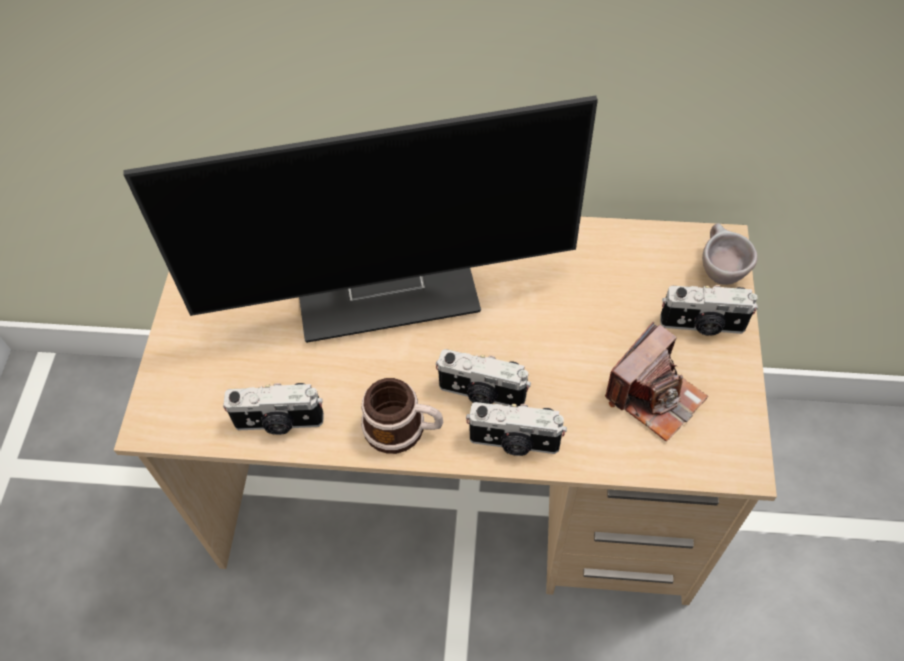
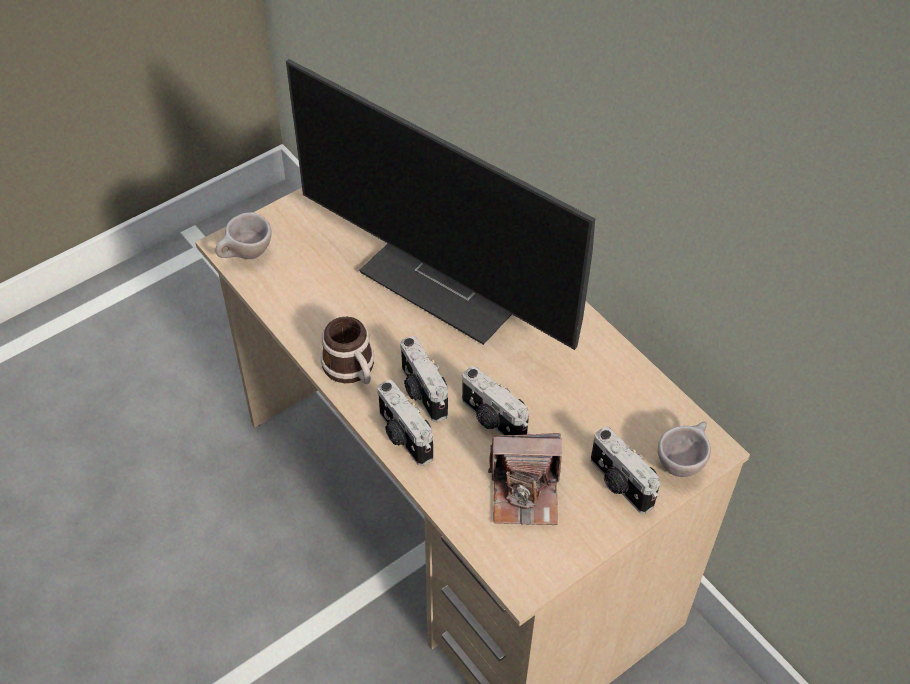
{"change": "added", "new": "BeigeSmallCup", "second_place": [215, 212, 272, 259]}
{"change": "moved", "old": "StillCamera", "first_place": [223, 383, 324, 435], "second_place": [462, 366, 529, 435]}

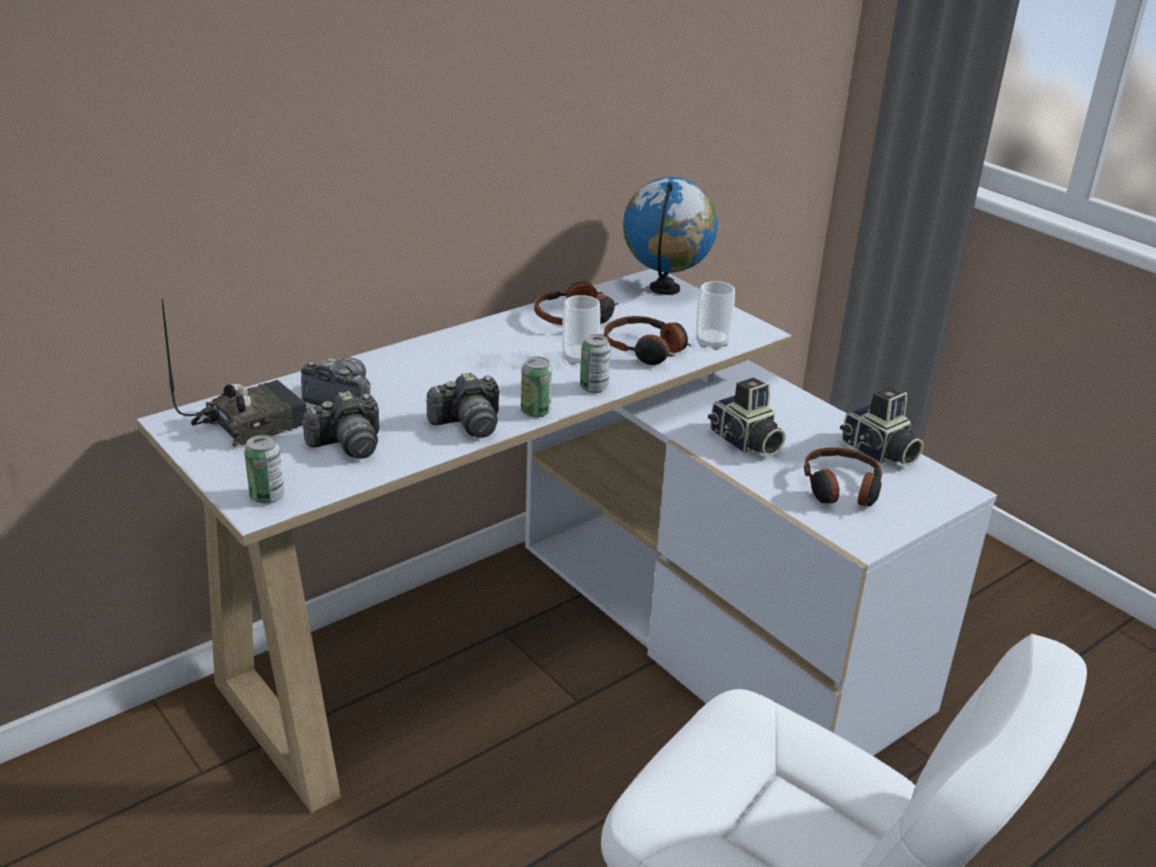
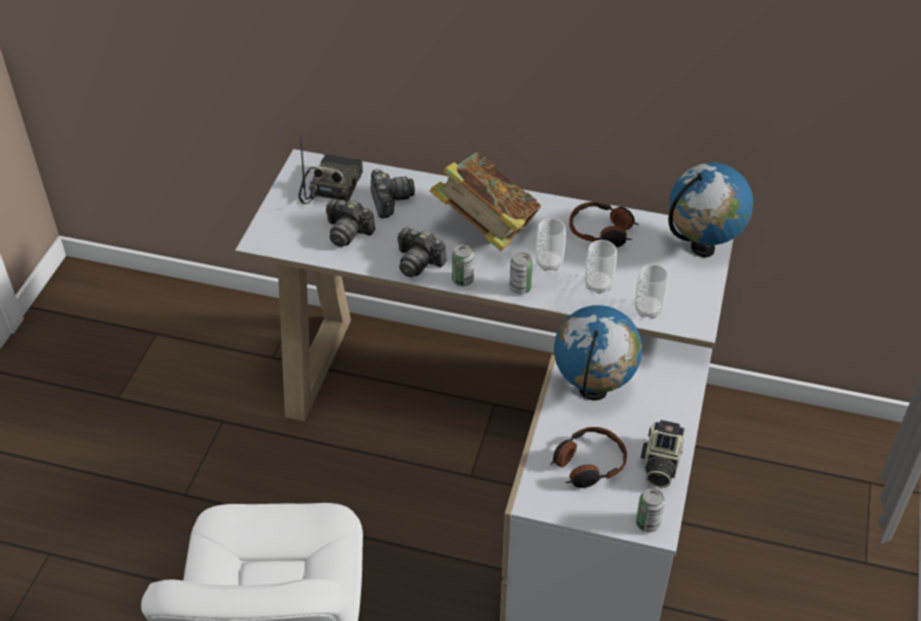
{"change": "turned", "old": "RadioReceiver", "first_place": [162, 299, 307, 447], "second_place": [298, 134, 363, 204], "degrees": -90}
{"change": "added", "new": "Book", "second_place": [430, 152, 541, 251]}
{"change": "replaced", "old": "StillCamera", "new": "Globe", "first_place": [708, 378, 786, 456], "second_place": [554, 305, 642, 401]}
{"change": "replaced", "old": "PairOfHeadphones", "new": "SmallCup", "first_place": [604, 316, 691, 365], "second_place": [585, 240, 617, 294]}
{"change": "moved", "old": "MetalCan", "first_place": [244, 435, 284, 504], "second_place": [636, 488, 665, 533]}

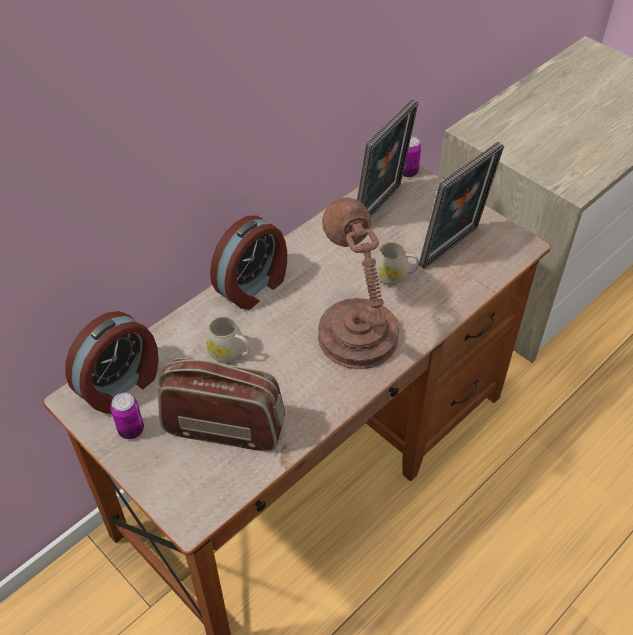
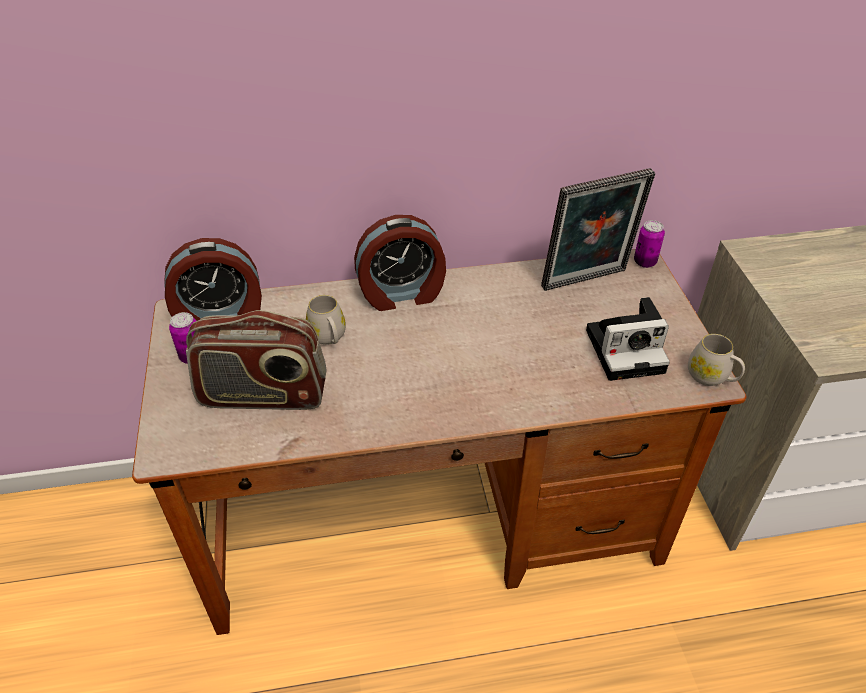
{"change": "turned", "old": "RadioReceiver", "first_place": [158, 358, 285, 451], "second_place": [186, 310, 327, 410], "degrees": 135}
{"change": "replaced", "old": "PhotoFrame", "new": "StillCamera", "first_place": [419, 142, 504, 269], "second_place": [586, 297, 670, 381]}
{"change": "moved", "old": "WhiteMug", "first_place": [374, 242, 419, 285], "second_place": [688, 334, 745, 386]}
{"change": "removed", "old": "BrownishLampForATable", "first_place": [318, 198, 399, 369]}

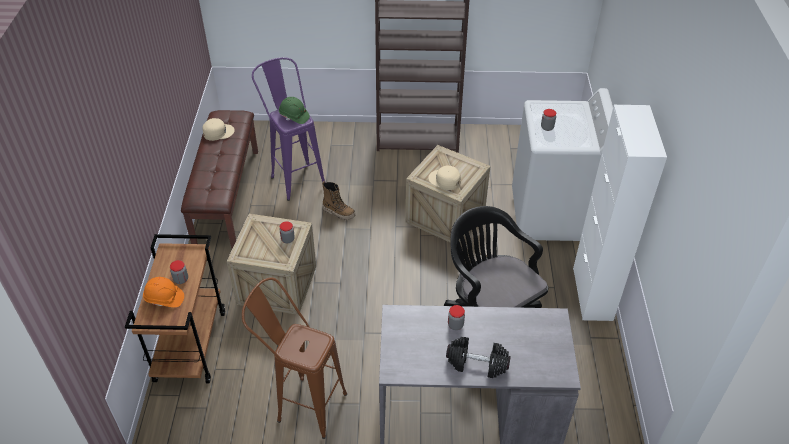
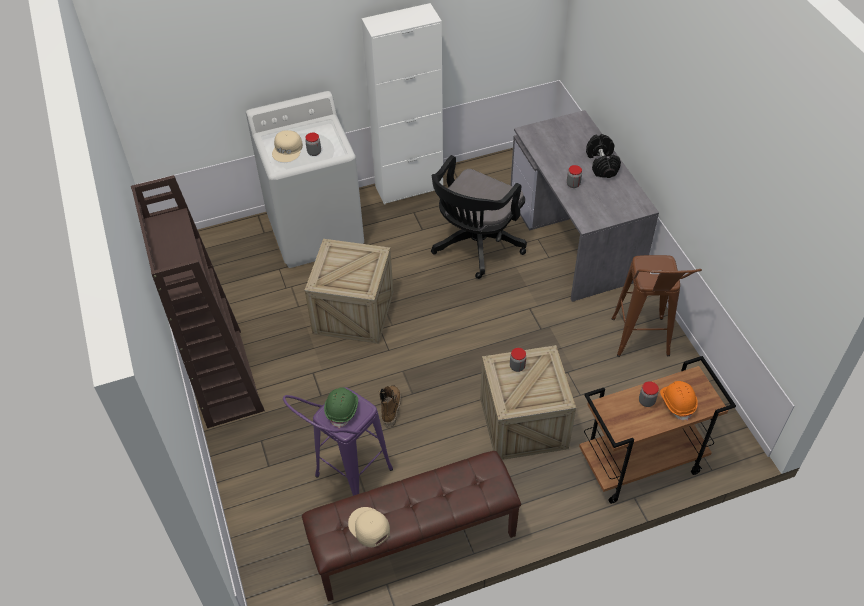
{"change": "moved", "old": "BeigePeakedCap", "first_place": [428, 166, 461, 190], "second_place": [272, 130, 303, 162]}

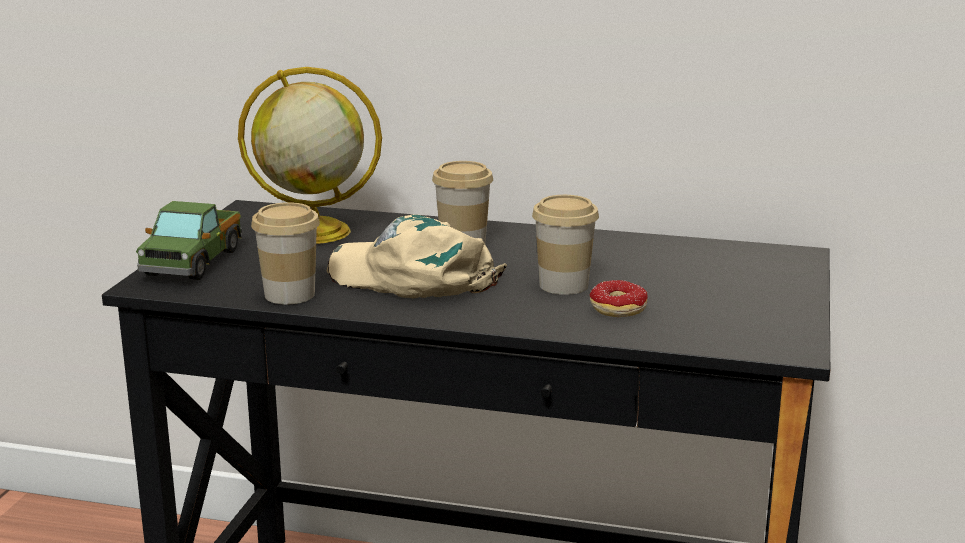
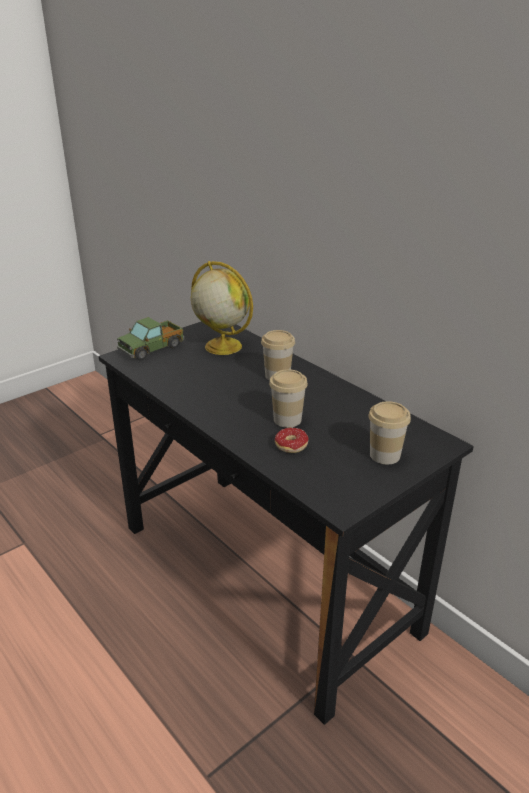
{"change": "moved", "old": "SmallCup", "first_place": [251, 202, 320, 304], "second_place": [368, 401, 411, 464]}
{"change": "removed", "old": "BeigePeakedCap", "first_place": [327, 214, 507, 298]}

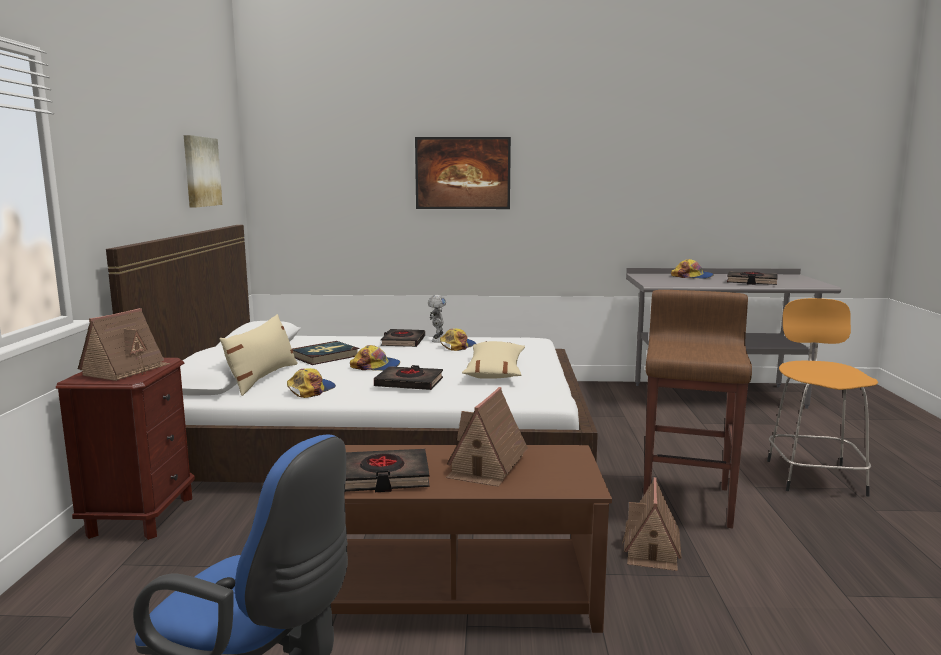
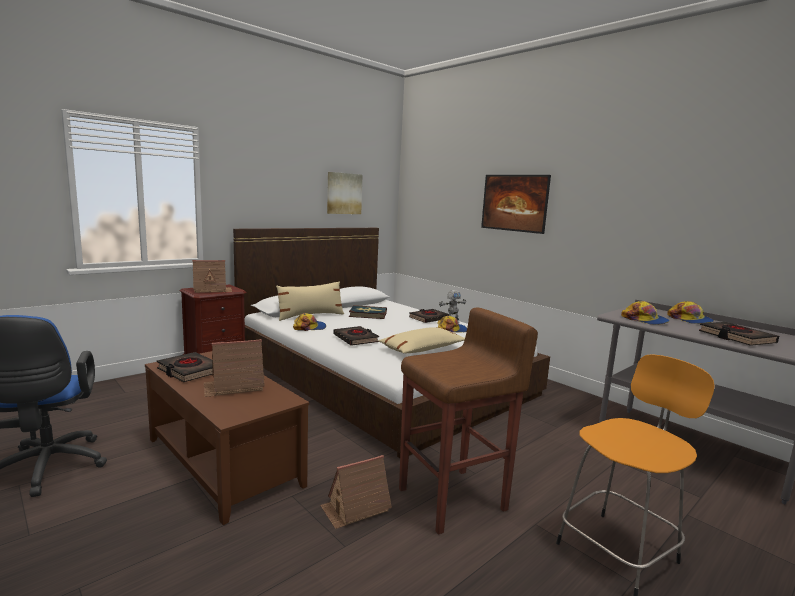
{"change": "moved", "old": "PeakedCap", "first_place": [350, 345, 400, 371], "second_place": [621, 301, 670, 325]}

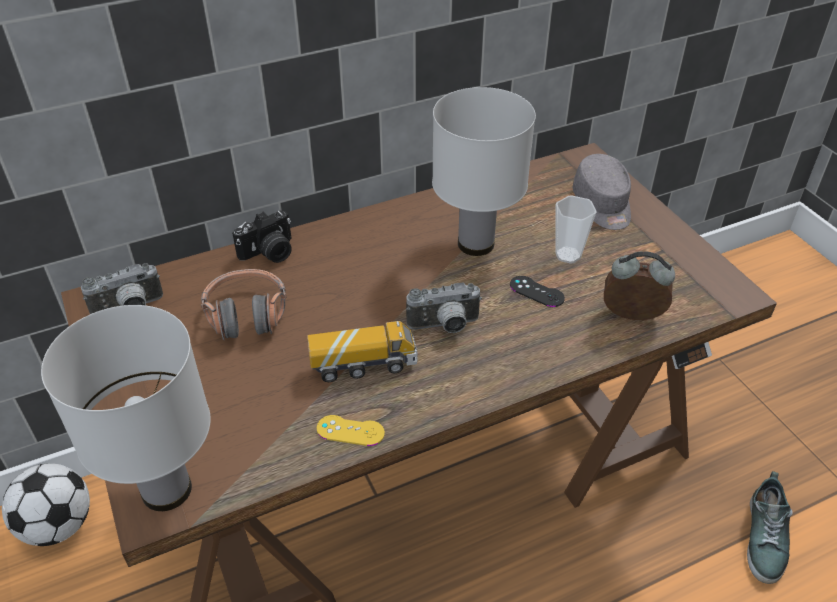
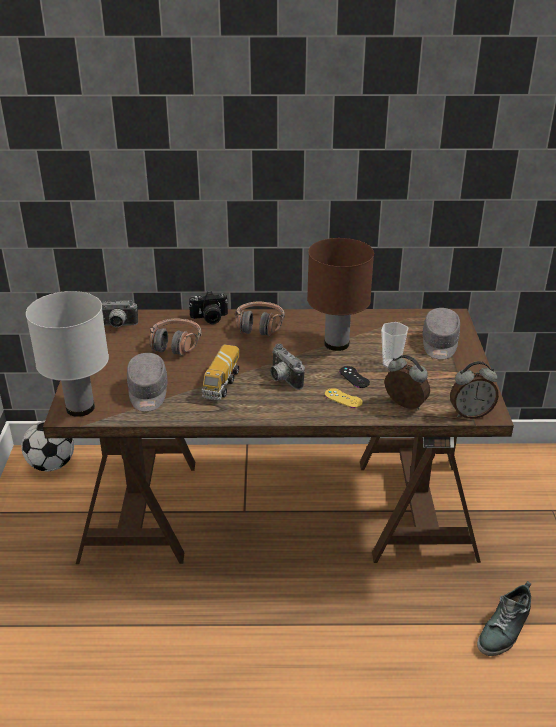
{"change": "added", "new": "GreyPeakedCap", "second_place": [127, 353, 168, 412]}
{"change": "turned", "old": "ToyLorry", "first_place": [307, 321, 417, 382], "second_place": [201, 344, 239, 401], "degrees": 90}
{"change": "added", "new": "PairOfHeadphones", "second_place": [235, 302, 285, 337]}
{"change": "turned", "old": "StillCamera", "first_place": [406, 283, 482, 333], "second_place": [270, 344, 305, 390], "degrees": 45}
{"change": "recoloured", "old": "WhiteLampForATable", "new": "BrownishLampForATable", "first_place": [432, 87, 536, 256], "second_place": [307, 238, 374, 351]}
{"change": "moved", "old": "YellowishGameController", "first_place": [317, 415, 385, 446], "second_place": [325, 388, 363, 408]}
{"change": "added", "new": "BedsideClock", "second_place": [450, 361, 499, 419]}

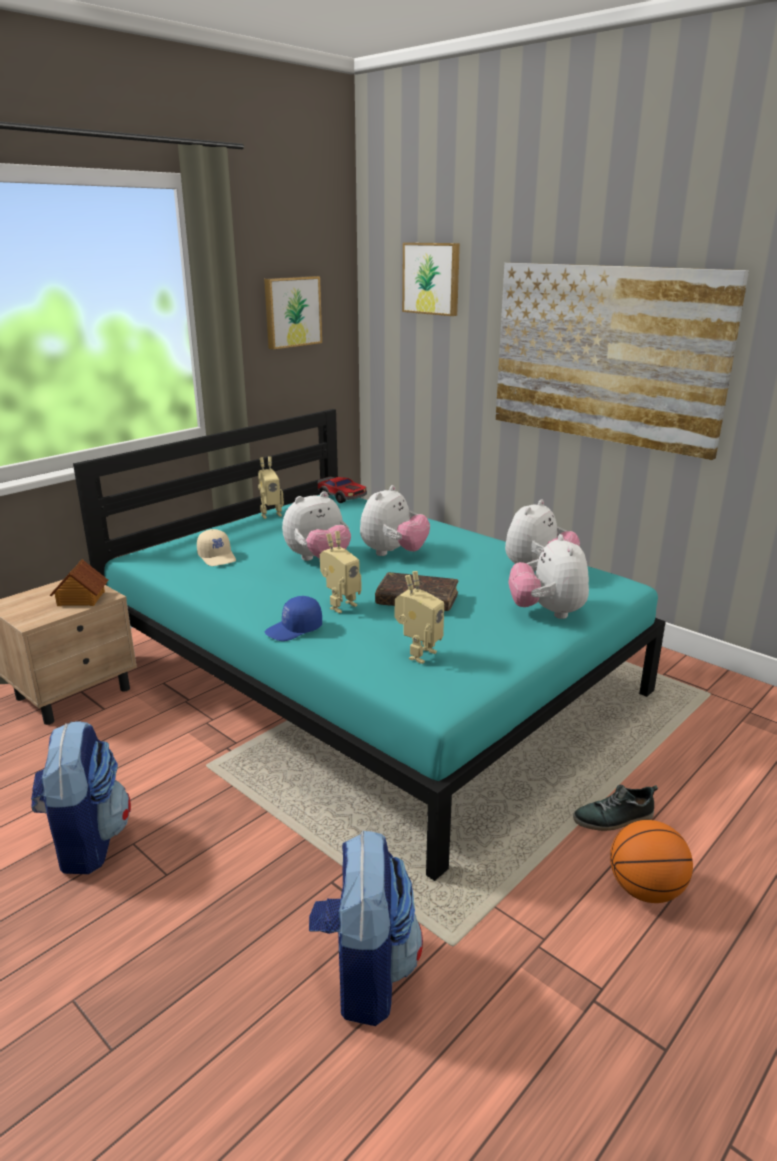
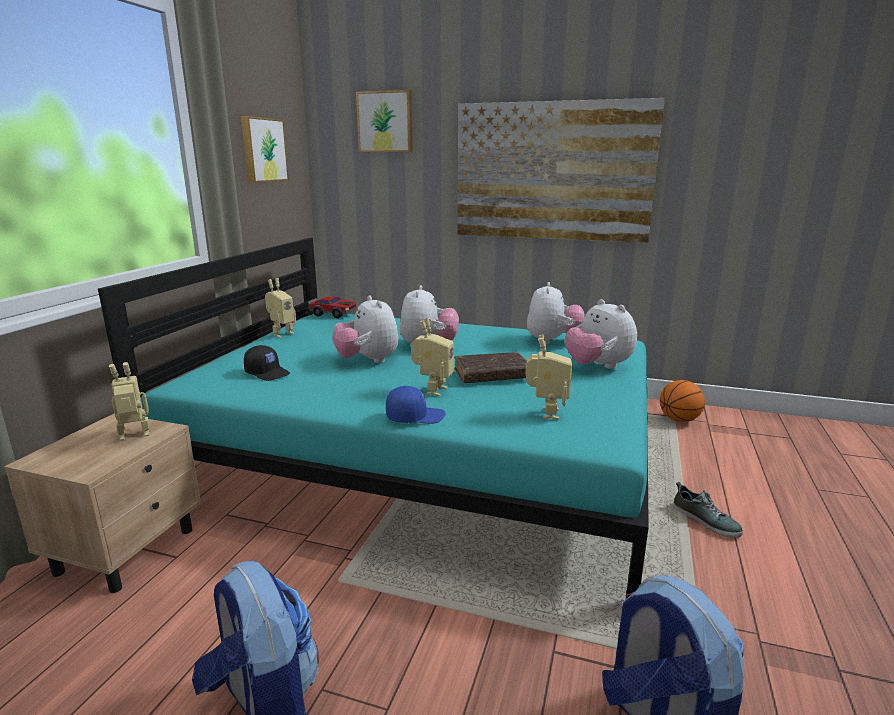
{"change": "replaced", "old": "MiniatureHouse", "new": "RobotFigure", "first_place": [50, 559, 108, 606], "second_place": [109, 362, 150, 441]}
{"change": "recoloured", "old": "BeigePeakedCap", "new": "BlackishPeakedCap", "first_place": [197, 529, 236, 566], "second_place": [244, 345, 290, 381]}
{"change": "turned", "old": "SoftToy", "first_place": [282, 491, 351, 561], "second_place": [333, 295, 399, 363], "degrees": 120}
{"change": "turned", "old": "BluePeakedCap", "first_place": [265, 596, 322, 641], "second_place": [386, 386, 446, 424], "degrees": -135}
{"change": "moved", "old": "BasketballBall", "first_place": [610, 820, 693, 903], "second_place": [660, 380, 705, 422]}
{"change": "turned", "old": "ItemOfFootwear", "first_place": [573, 785, 658, 831], "second_place": [673, 482, 743, 538], "degrees": -90}

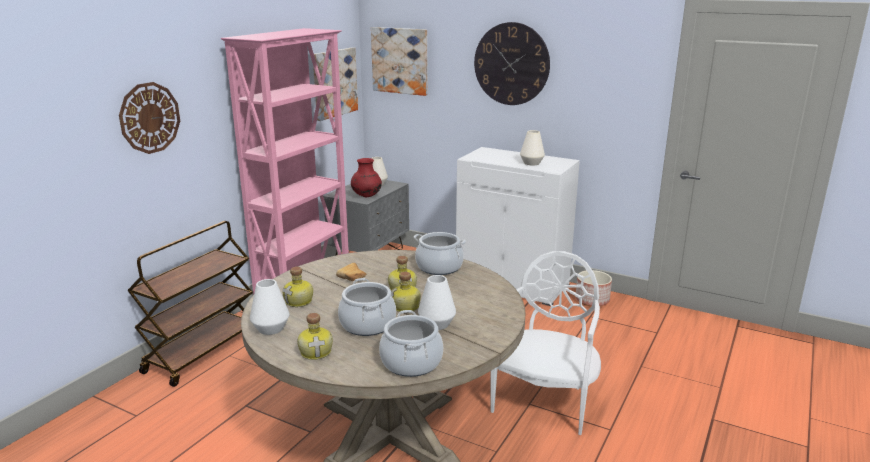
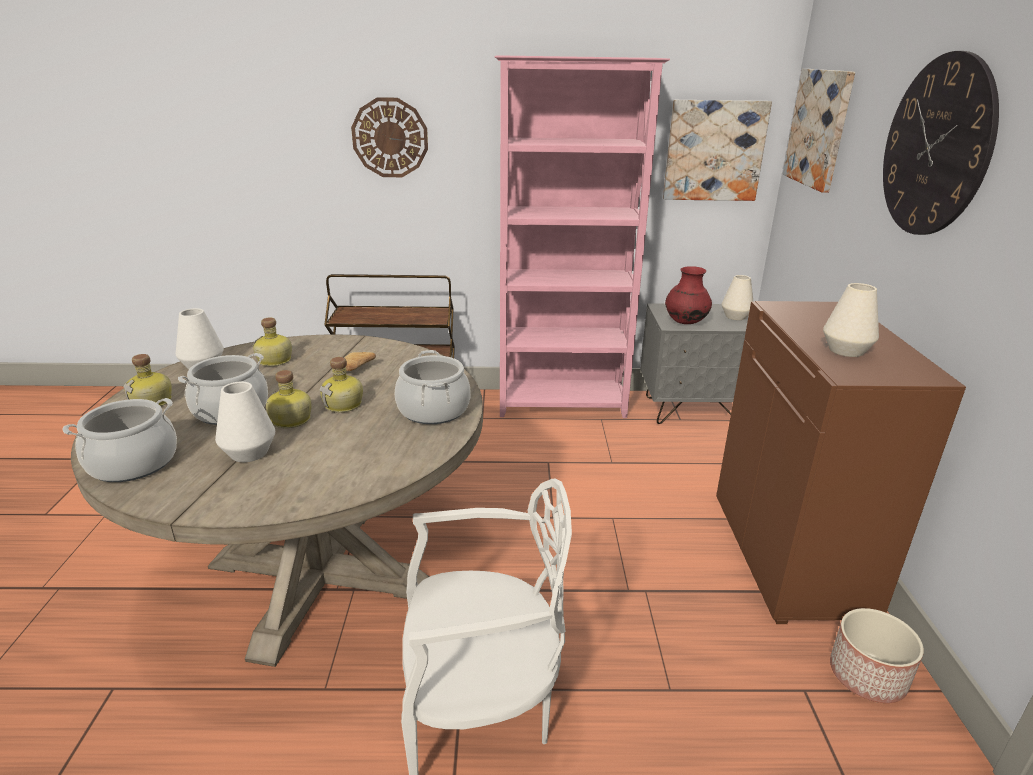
{"change": "recoloured", "old": "WhiteCabinet", "new": "BrownishCabinet", "first_place": [456, 147, 580, 306], "second_place": [716, 301, 966, 624]}

